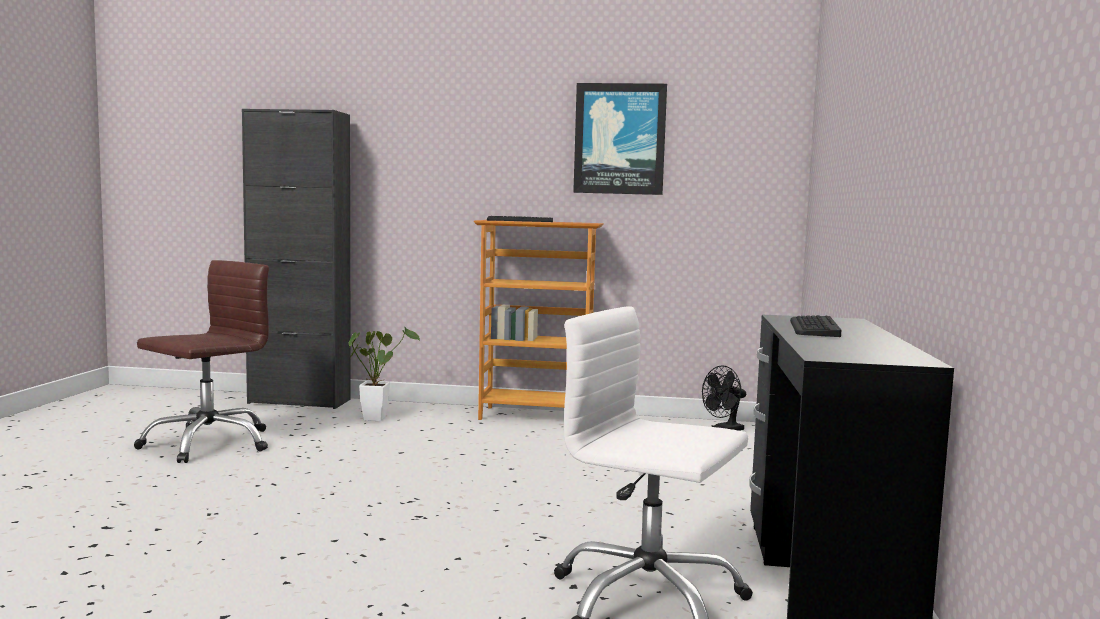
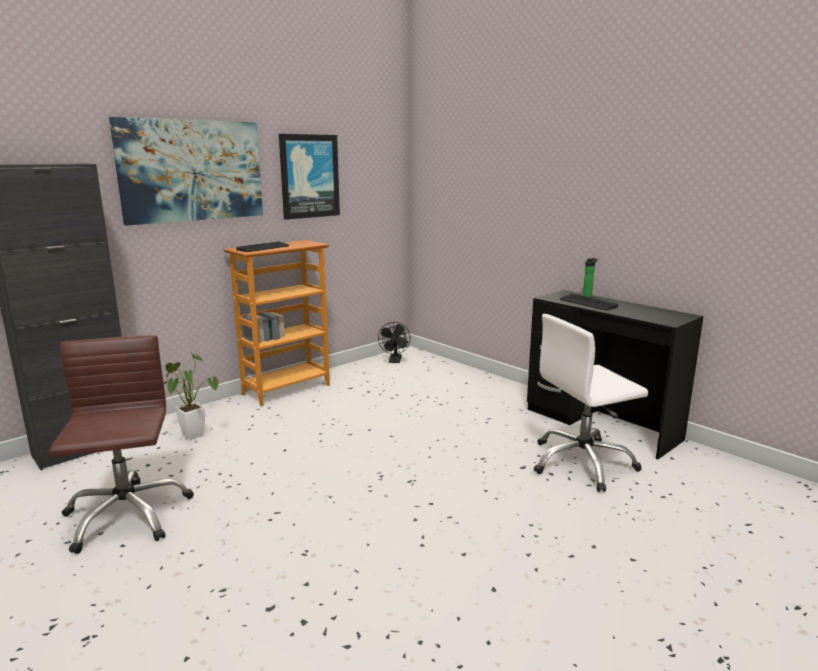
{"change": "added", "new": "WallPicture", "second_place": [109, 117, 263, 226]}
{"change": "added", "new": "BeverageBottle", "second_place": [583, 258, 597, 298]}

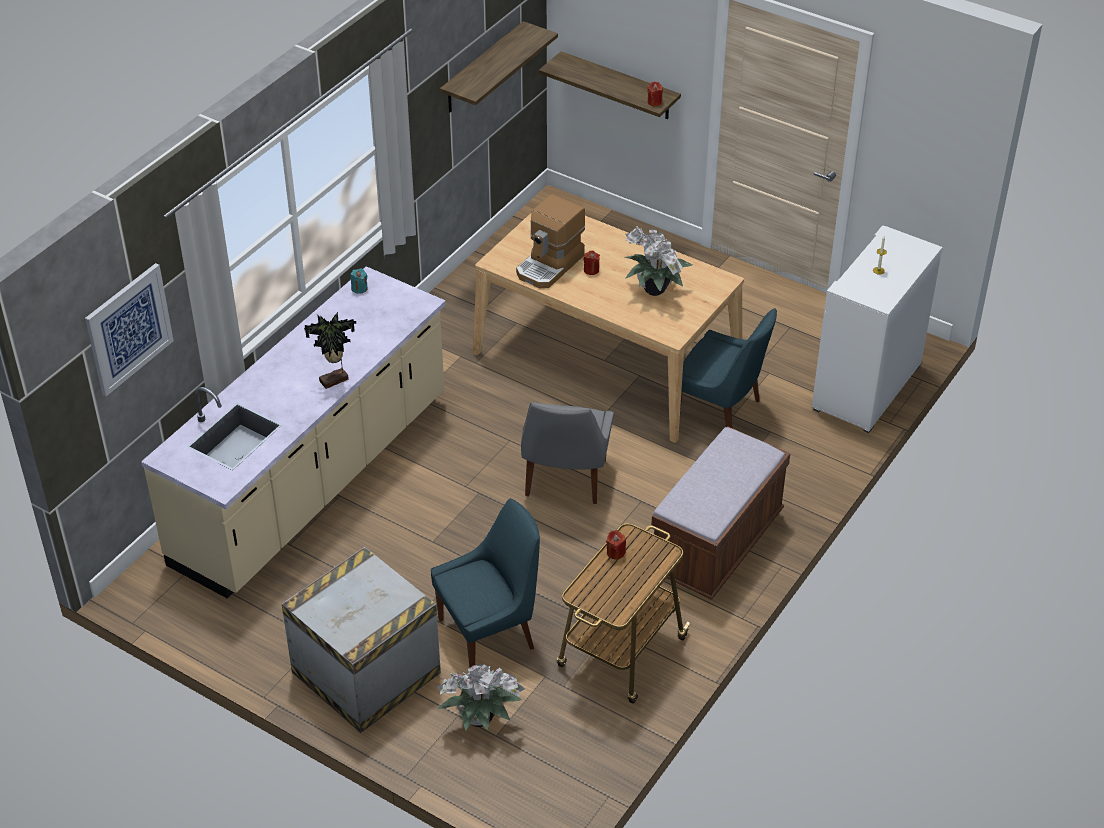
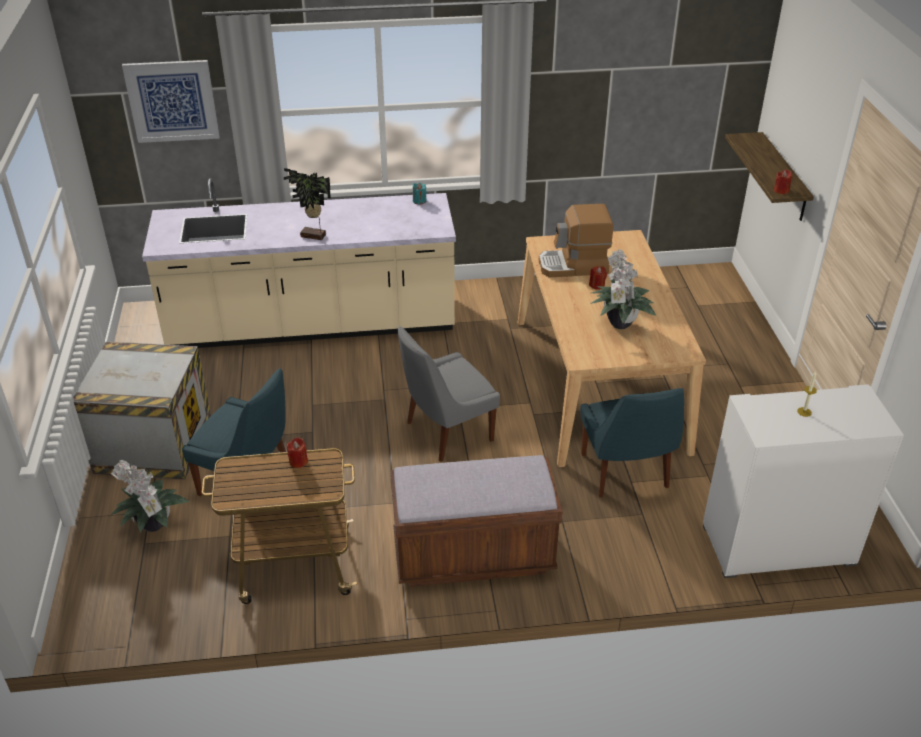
{"change": "removed", "old": "BracketShelf", "first_place": [440, 21, 558, 113]}

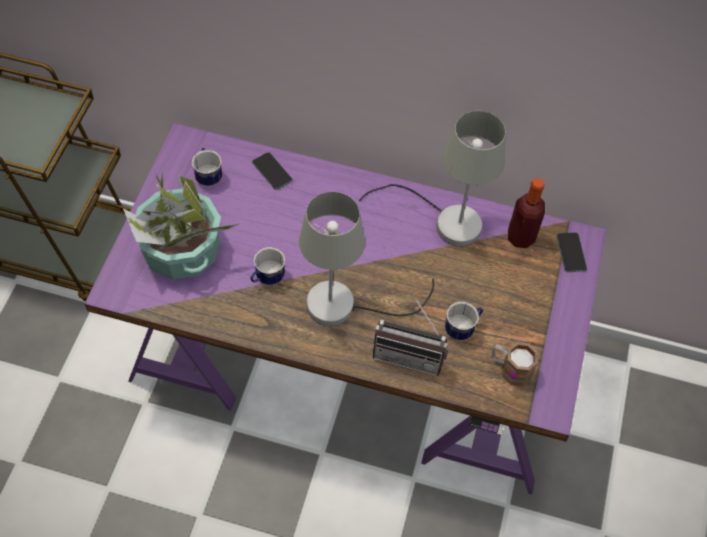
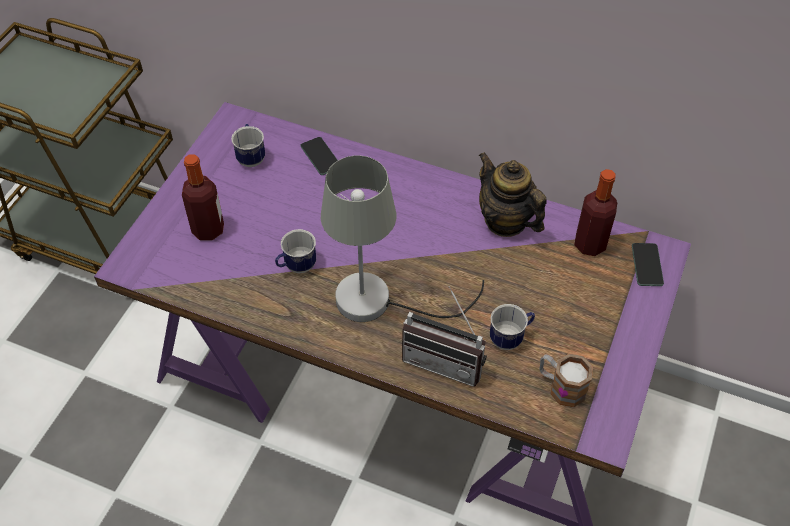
{"change": "replaced", "old": "PottedPlant", "new": "BeverageBottle", "first_place": [123, 171, 239, 280], "second_place": [182, 154, 224, 240]}
{"change": "replaced", "old": "GreyLampForATable", "new": "TeaPot", "first_place": [359, 111, 506, 247], "second_place": [478, 152, 547, 237]}

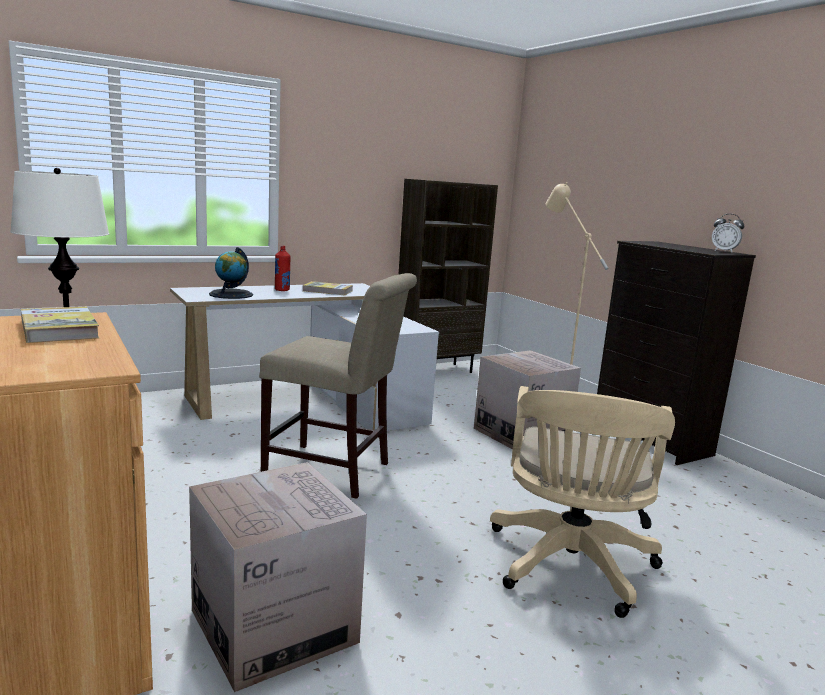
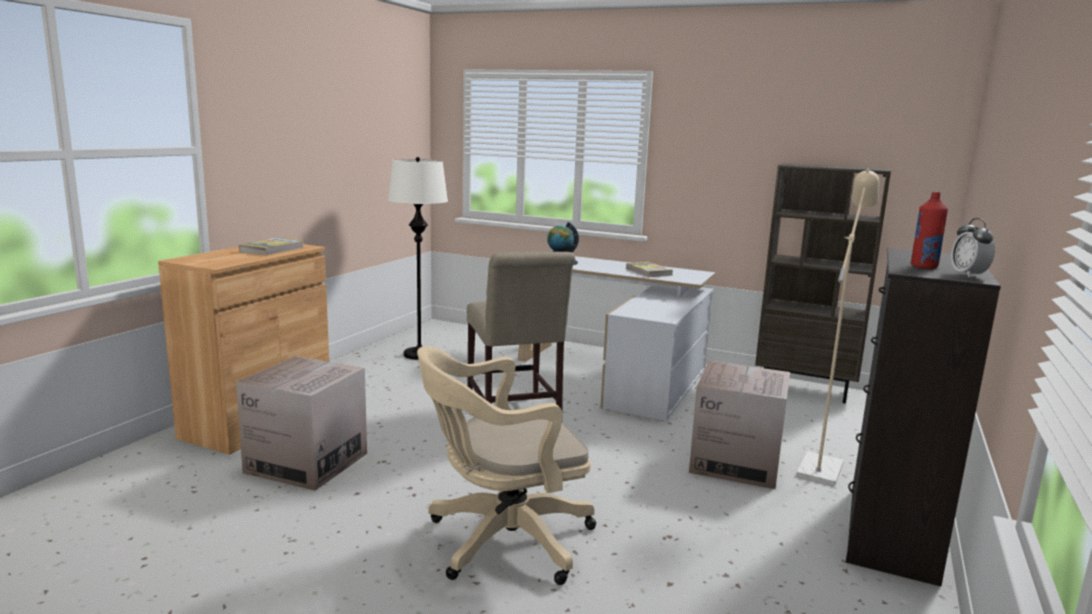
{"change": "moved", "old": "RedColouredBeverageBottle", "first_place": [275, 246, 290, 291], "second_place": [911, 192, 948, 269]}

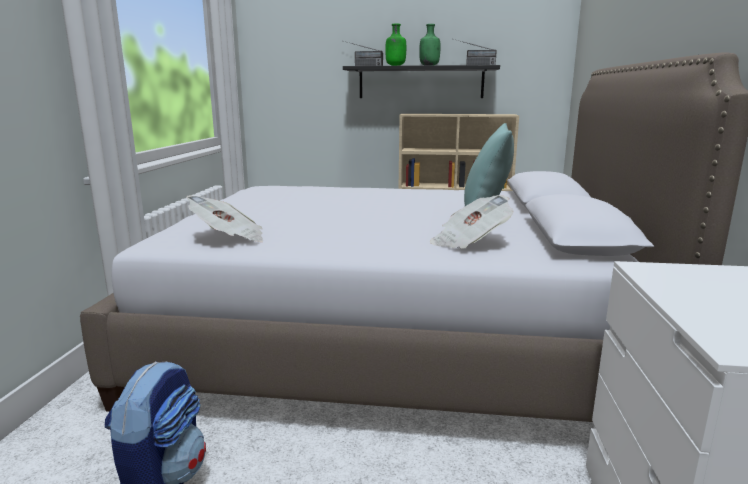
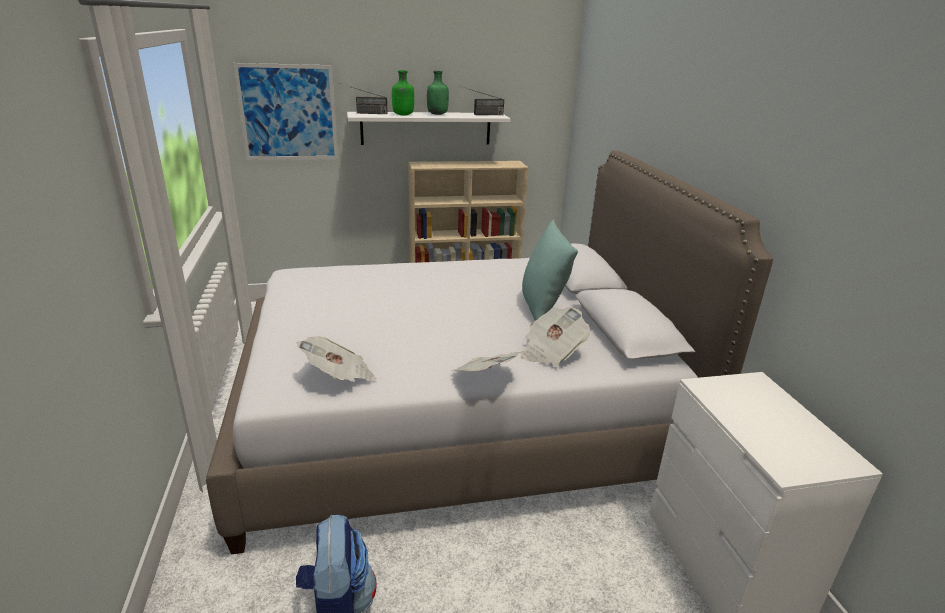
{"change": "added", "new": "WallPicture", "second_place": [233, 63, 338, 160]}
{"change": "recoloured", "old": "BlackishBracketShelf", "new": "WhiteBracketShelf", "first_place": [343, 65, 500, 98], "second_place": [347, 112, 511, 145]}
{"change": "added", "new": "Newspaper", "second_place": [452, 352, 522, 372]}

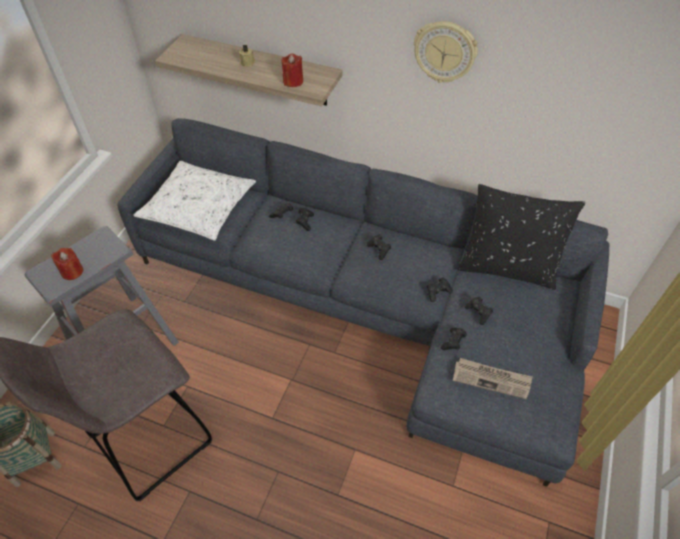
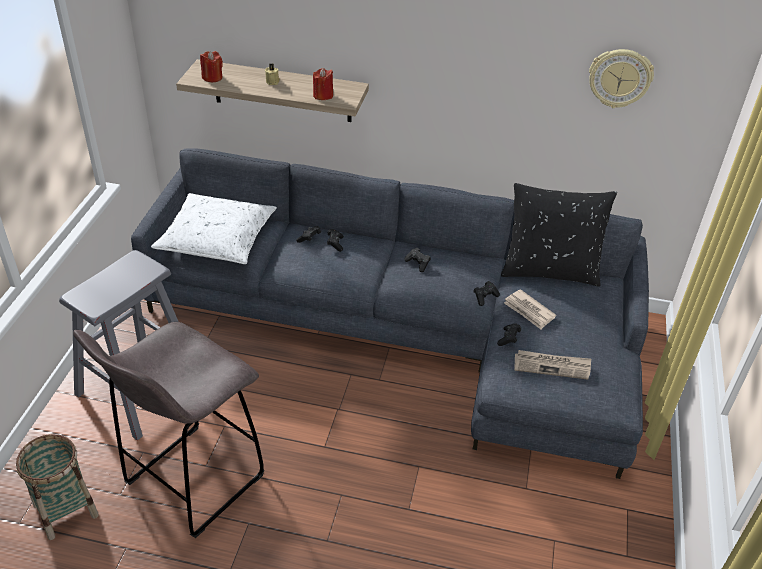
{"change": "moved", "old": "RedColouredWaxLight", "first_place": [51, 248, 83, 280], "second_place": [200, 51, 223, 82]}
{"change": "replaced", "old": "BlackishGameController", "new": "Newspaper", "first_place": [465, 296, 493, 325], "second_place": [504, 289, 556, 329]}
{"change": "moved", "old": "HangingClock", "first_place": [414, 21, 478, 83], "second_place": [589, 49, 654, 108]}

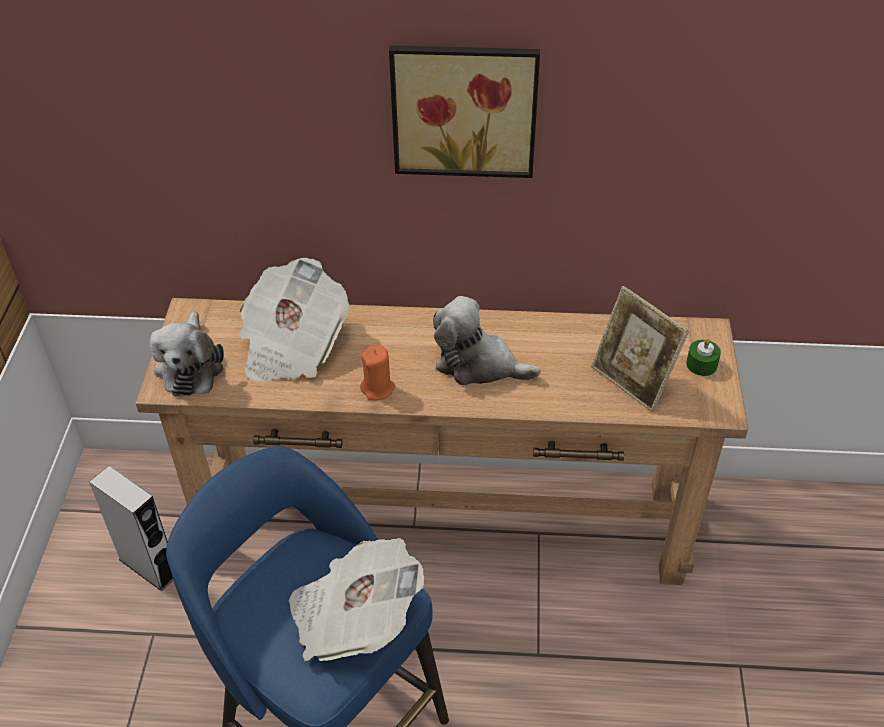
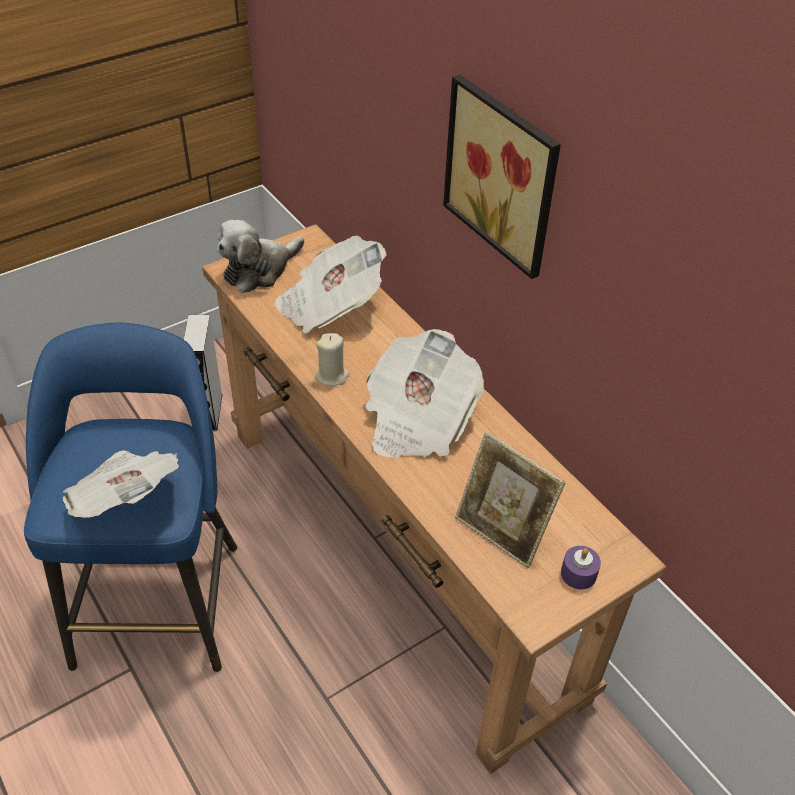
{"change": "recoloured", "old": "OrangeWaxLight", "new": "BeigeWaxLight", "first_place": [360, 345, 395, 400], "second_place": [315, 333, 350, 386]}
{"change": "replaced", "old": "SoftToy", "new": "Newspaper", "first_place": [433, 296, 541, 385], "second_place": [366, 329, 484, 457]}
{"change": "turned", "old": "PhotoFrame", "first_place": [591, 286, 689, 412], "second_place": [455, 432, 566, 569], "degrees": -60}
{"change": "recoloured", "old": "GreenWaxLight", "new": "PurpleWaxLight", "first_place": [686, 338, 721, 376], "second_place": [561, 546, 601, 590]}

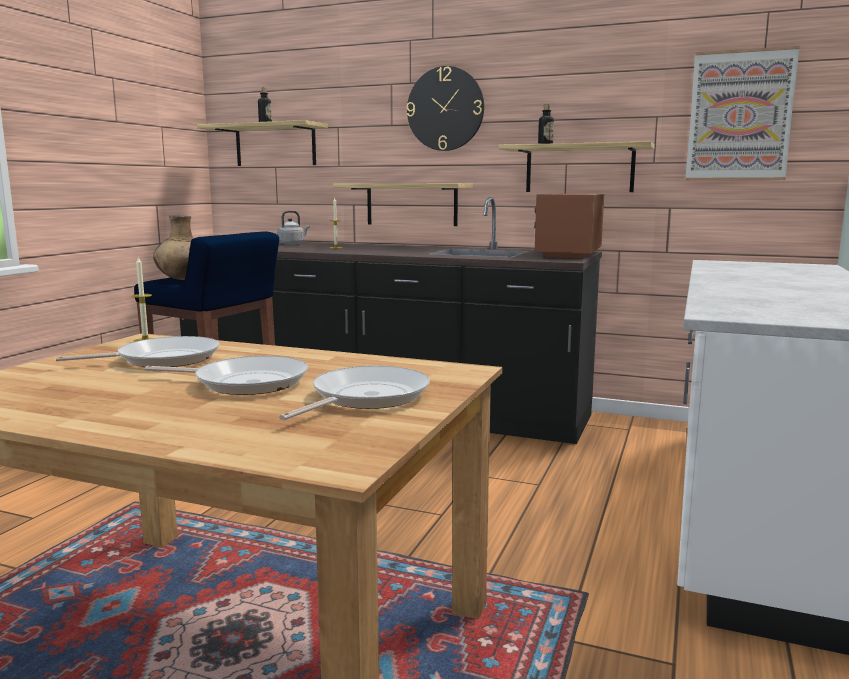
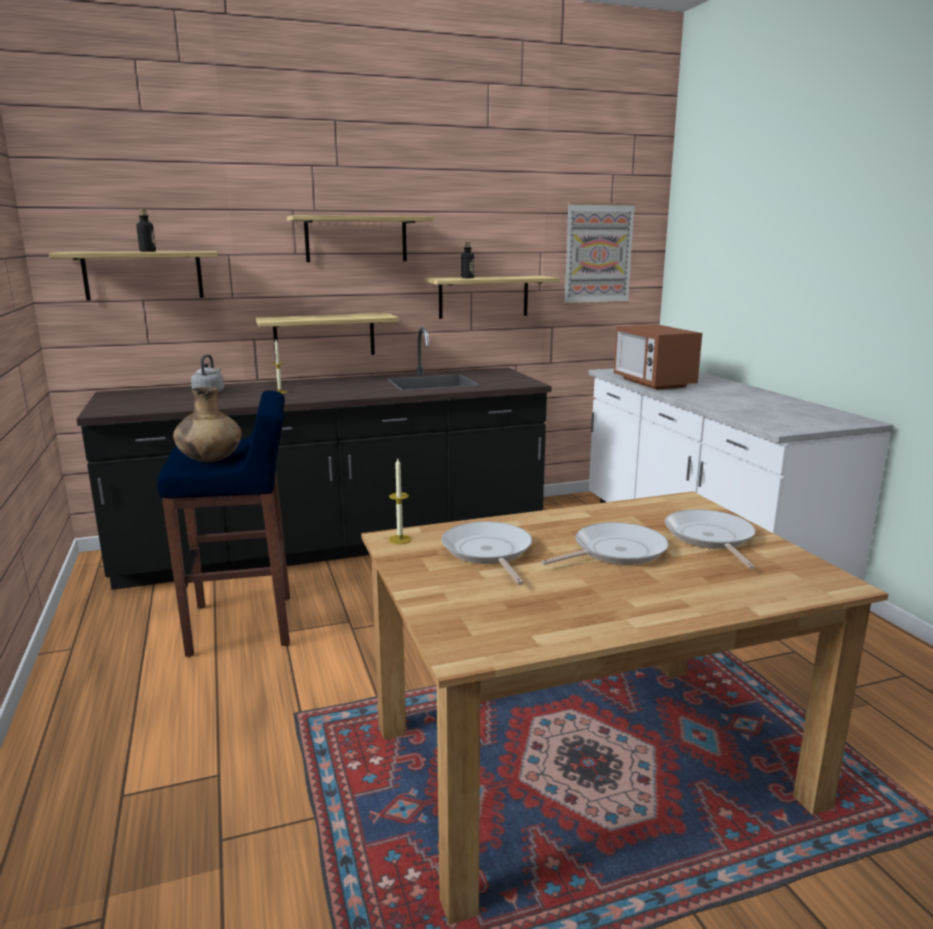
{"change": "replaced", "old": "HangingClock", "new": "BracketShelf", "first_place": [407, 66, 484, 151], "second_place": [287, 215, 434, 262]}
{"change": "turned", "old": "FryingPan", "first_place": [56, 336, 220, 367], "second_place": [442, 521, 532, 585], "degrees": -45}
{"change": "moved", "old": "Microwave", "first_place": [533, 194, 604, 258], "second_place": [614, 324, 702, 390]}

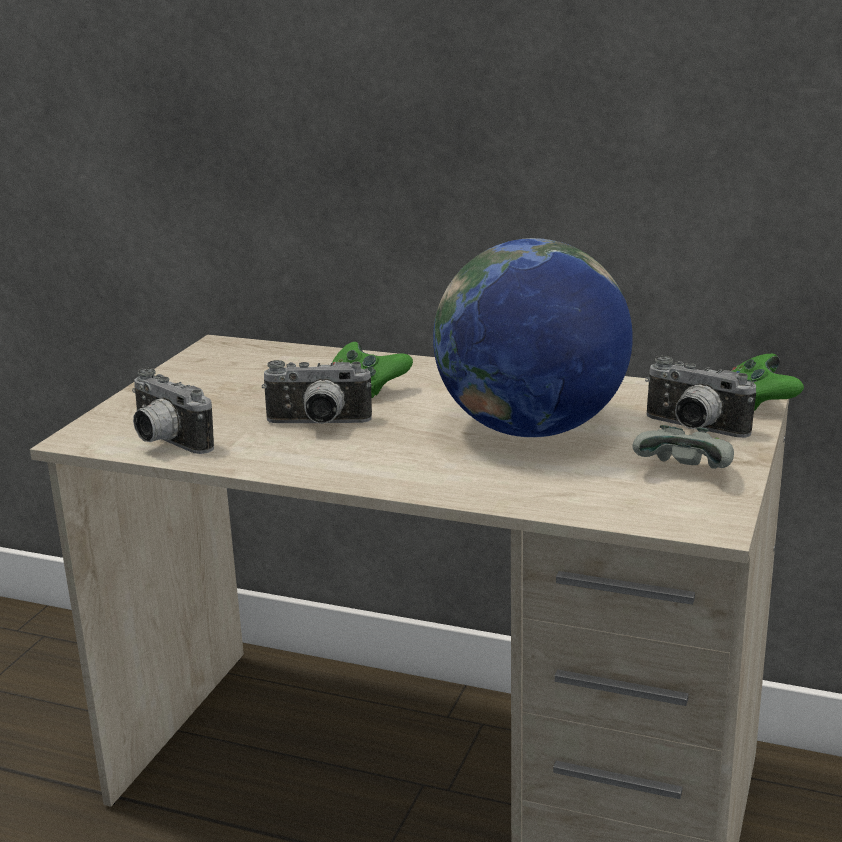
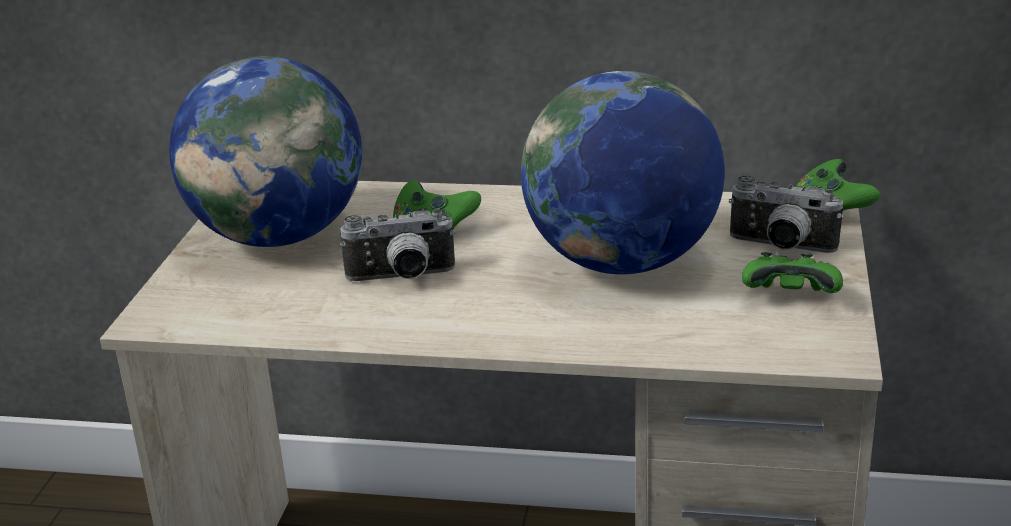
{"change": "added", "new": "Globe", "second_place": [169, 56, 362, 247]}
{"change": "recoloured", "old": "GreyGameController", "new": "GreenGameController", "first_place": [632, 425, 734, 469], "second_place": [742, 252, 843, 293]}
{"change": "removed", "old": "StillCamera", "first_place": [132, 368, 214, 454]}

